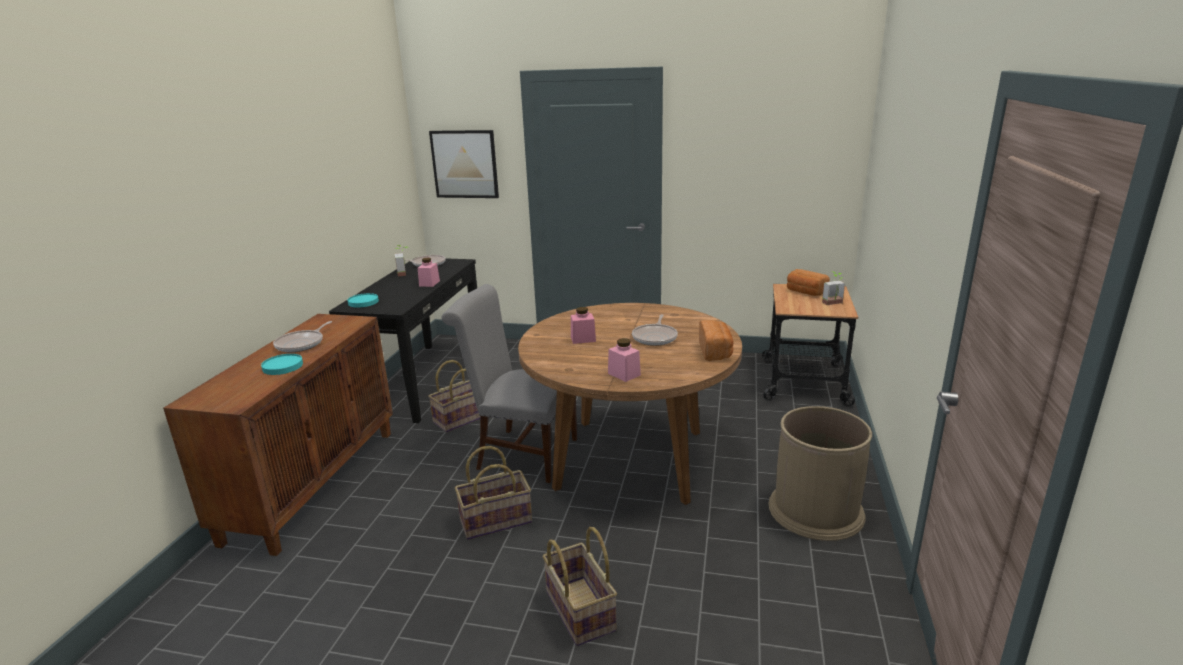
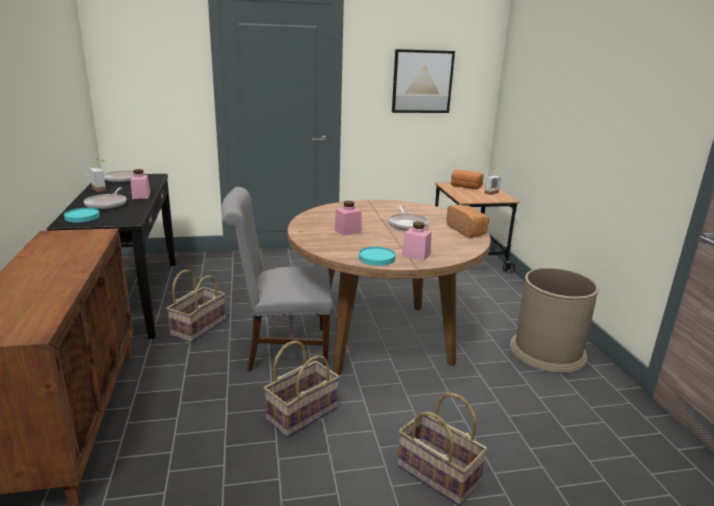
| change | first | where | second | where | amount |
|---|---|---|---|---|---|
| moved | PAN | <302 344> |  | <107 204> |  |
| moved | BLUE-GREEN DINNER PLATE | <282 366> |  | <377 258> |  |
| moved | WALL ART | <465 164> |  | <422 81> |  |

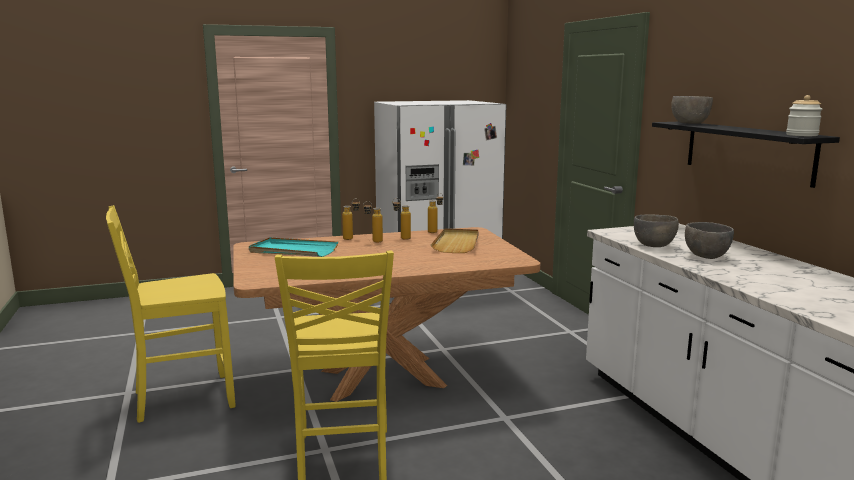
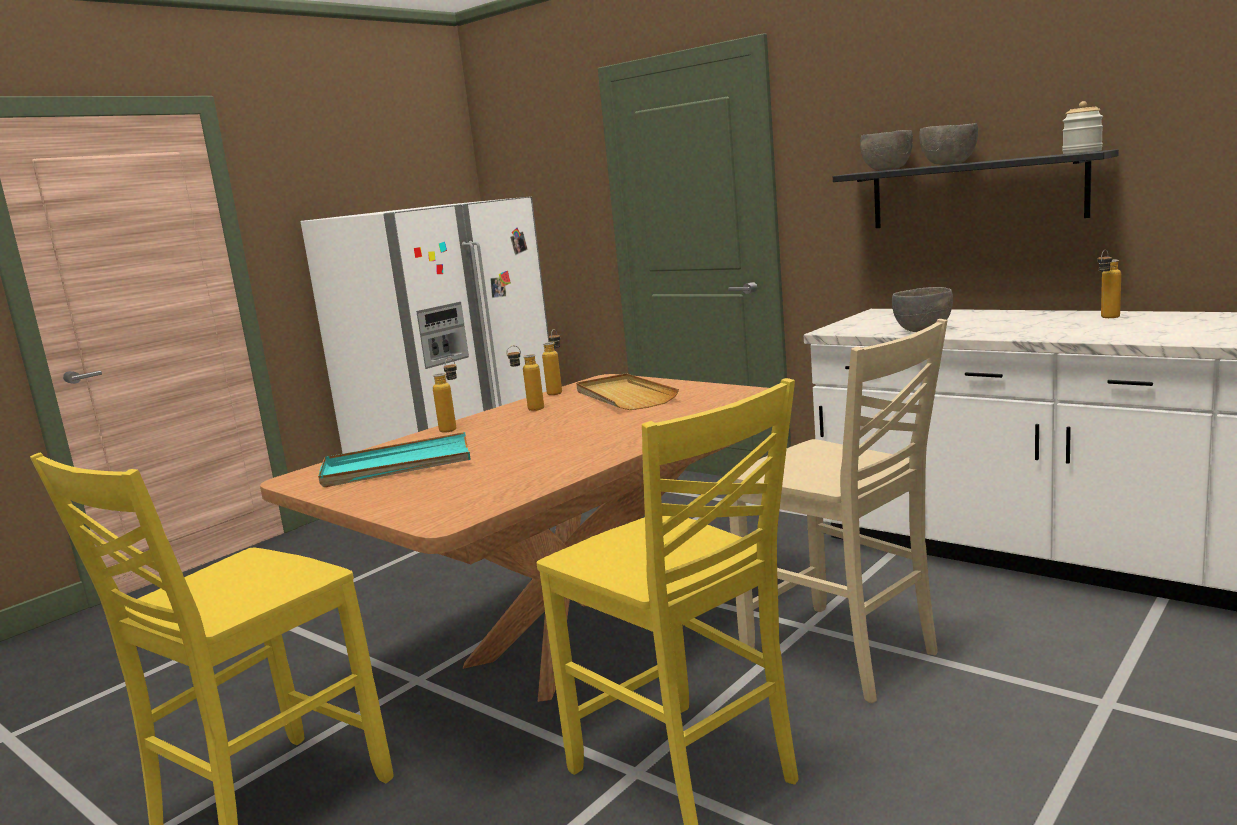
| change | first | where | second | where | amount |
|---|---|---|---|---|---|
| added |  |  | BEIGE PLAIN CHAIR | <842 654> |  |
| moved | GRAY BOWL | <706 256> |  | <948 164> |  |
| moved | BEVERAGE BOTTLE | <373 241> |  | <1107 318> |  |

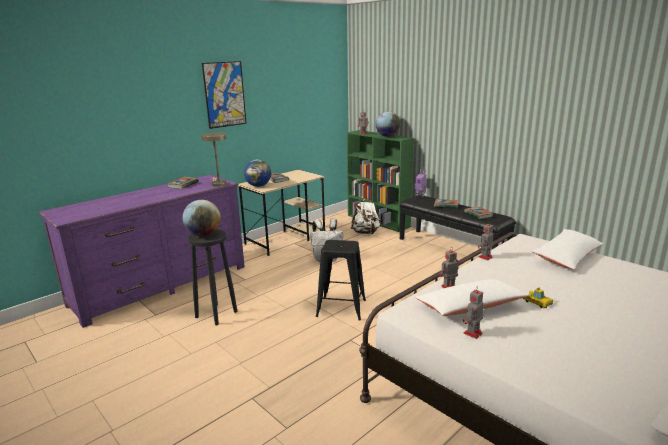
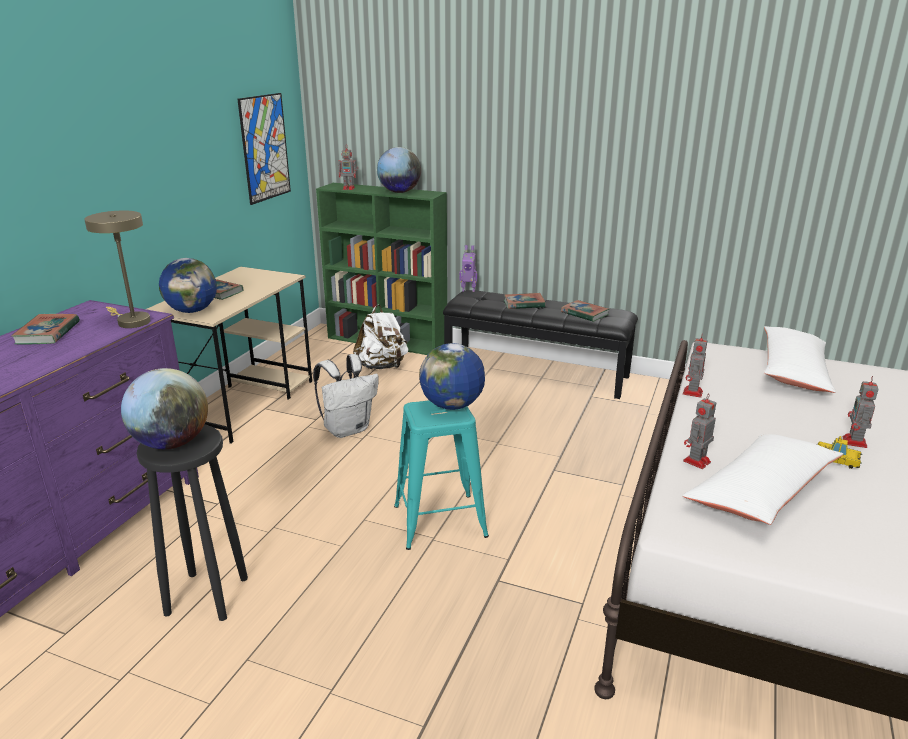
| change | first | where | second | where | amount |
|---|---|---|---|---|---|
| moved | WALL ART | <224 94> |  | <265 148> |  |
| recoloured | BLACK SITTING STOOL | <341 308> | BLUE-GREEN SITTING STOOL | <440 521> |  |
| added |  |  | GLOBE | <452 405> |  |
| moved | ROBOT FIGURE | <472 334> |  | <854 442> |  |

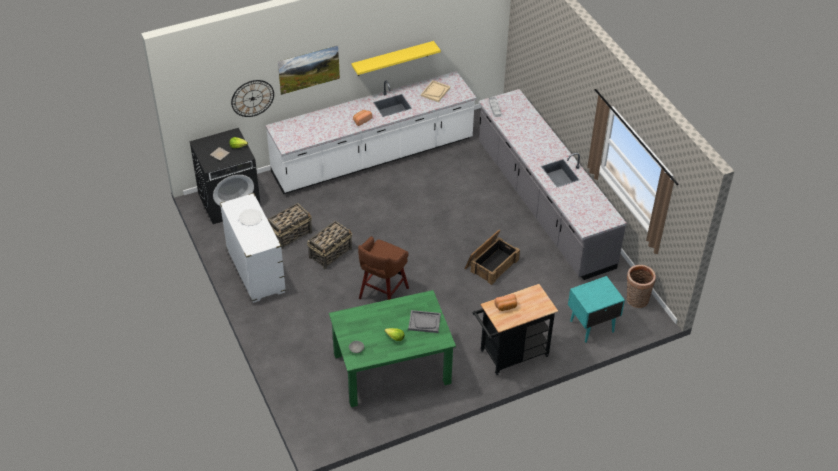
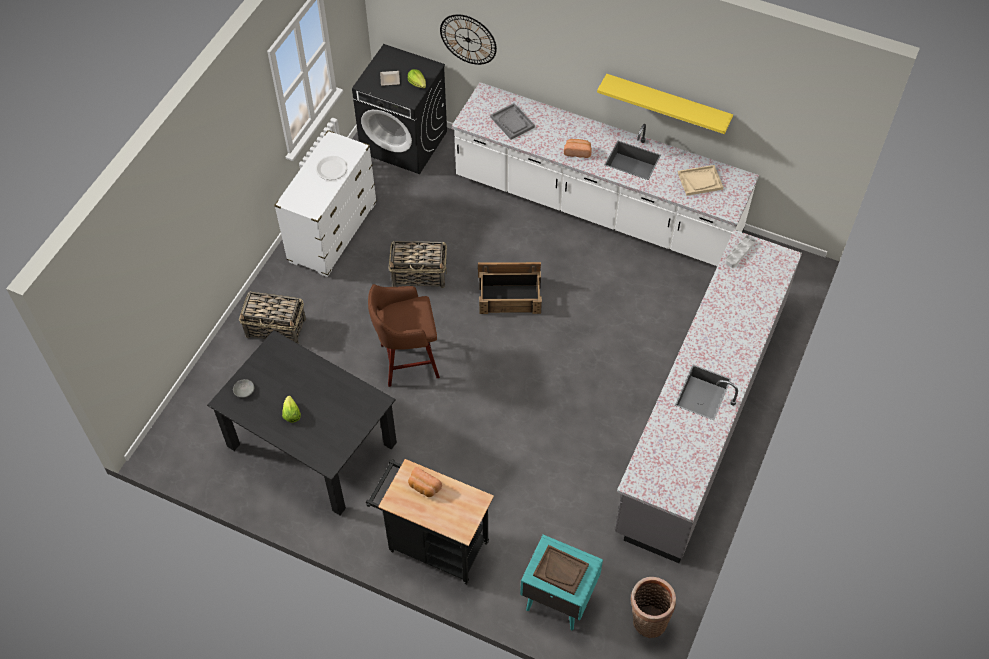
| change | first | where | second | where | amount |
|---|---|---|---|---|---|
| recoloured | GREEN-COLOURED DINING TABLE | <392 367> | BLACK DINING TABLE | <313 444> |  |
| moved | BASKET | <290 234> |  | <276 328> |  |
| moved | PACKING CRATE | <491 263> |  | <510 294> |  |
| moved | GRAY TRAY | <424 322> |  | <512 122> |  |
| added |  |  | BROWN-COLOURED TRAY | <561 570> |  |
| removed | WALL ART | <309 78> |  |  |  |

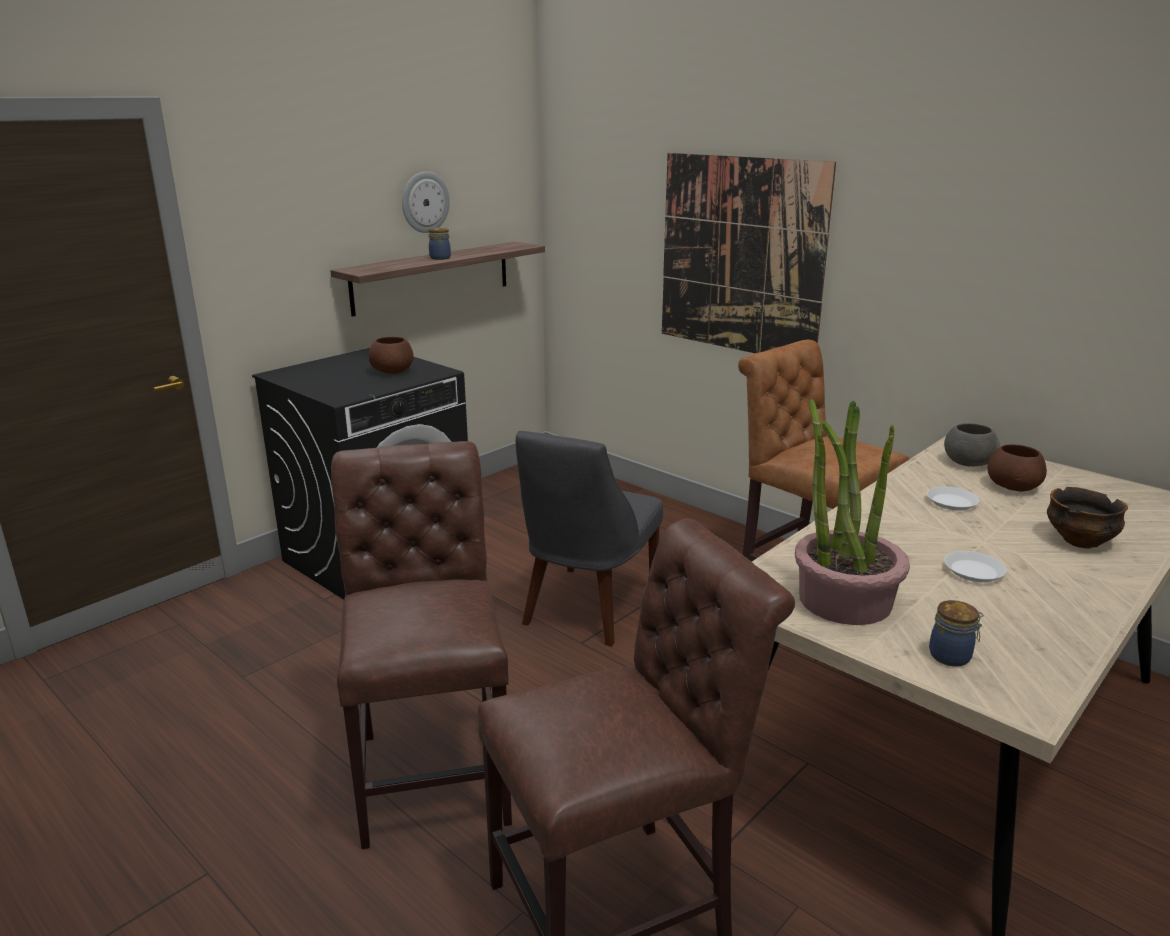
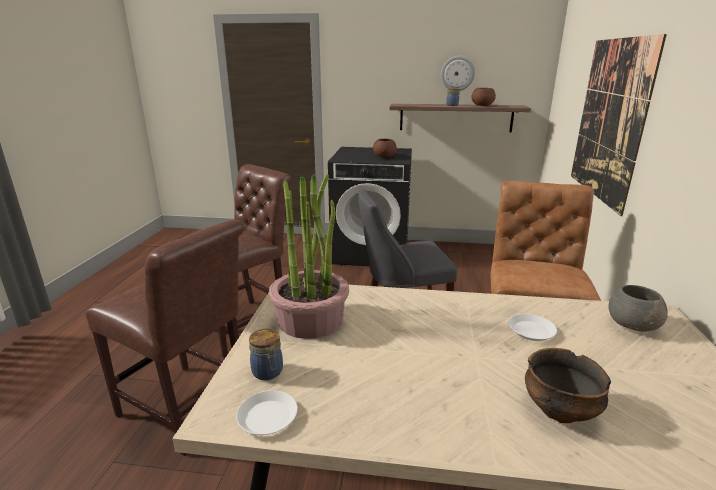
| change | first | where | second | where | amount |
|---|---|---|---|---|---|
| moved | WHITE-COLOURED DINNER PLATE | <973 571> |  | <267 417> |  |
| moved | BROWN-COLOURED BOWL | <1013 486> |  | <483 105> |  |

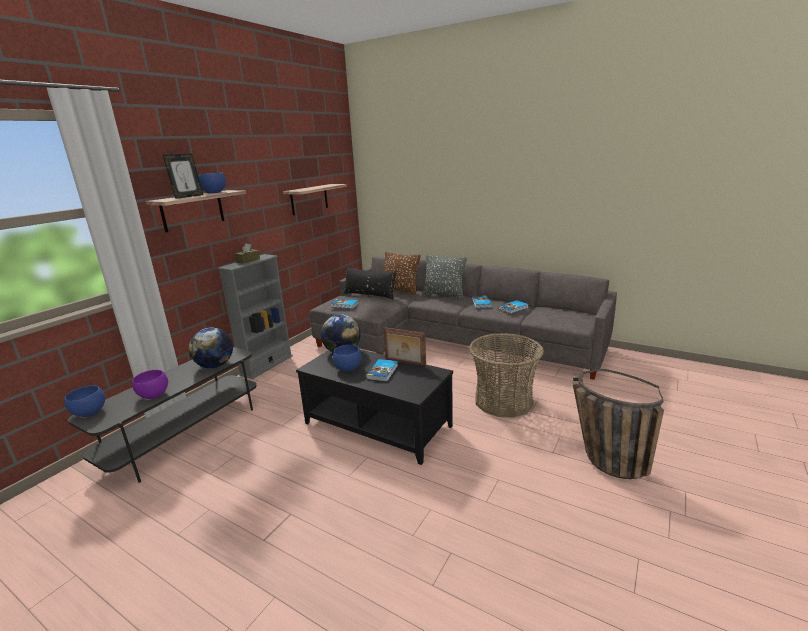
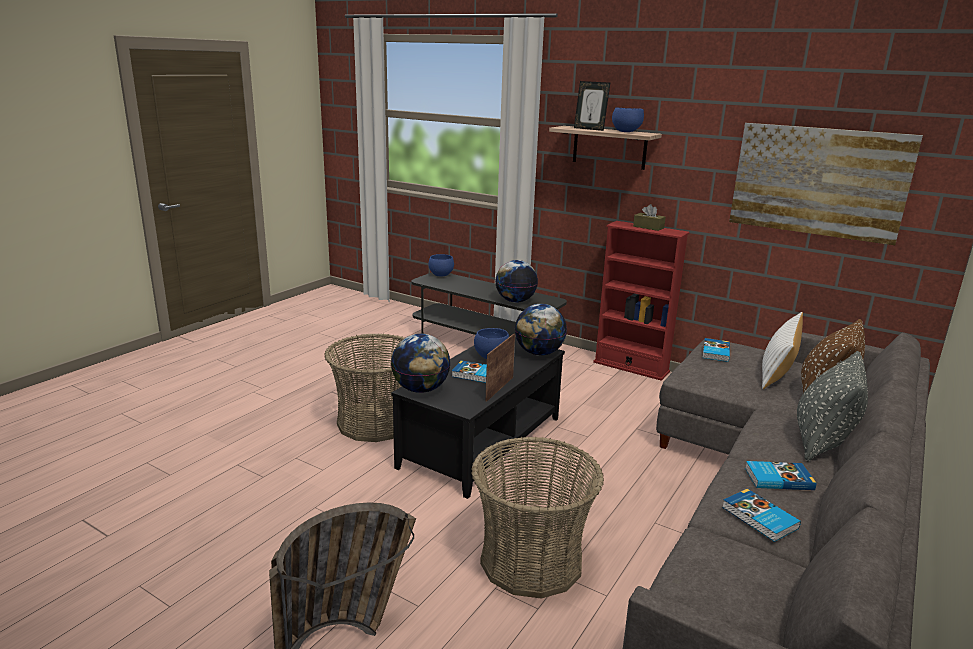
| change | first | where | second | where | amount |
|---|---|---|---|---|---|
| added |  |  | BASKET | <375 422> |  |
| added |  |  | GLOBE | <420 389> |  |
| recoloured | GRAY BOOKSHELF | <266 365> | REDDISH BOOKSHELF | <631 367> |  |
| replaced | BRACKET SHELF | <309 199> | WALL ART | <818 181> |  |
| recoloured | BLACK THROW PILLOW | <370 295> | WHITE-COLOURED THROW PILLOW | <777 370> |  |
| removed | PURPLE BOWL | <154 396> |  |  |  |

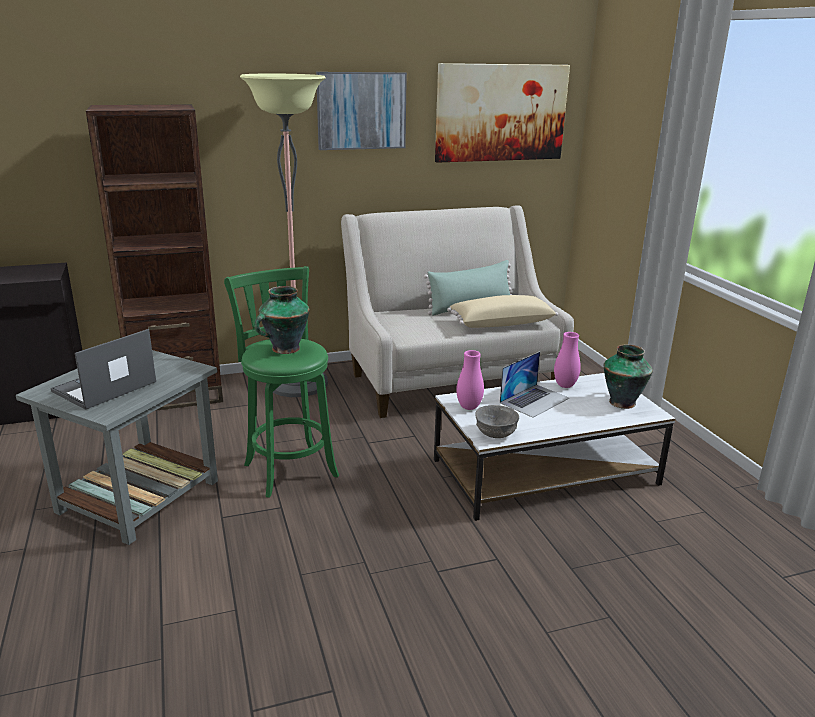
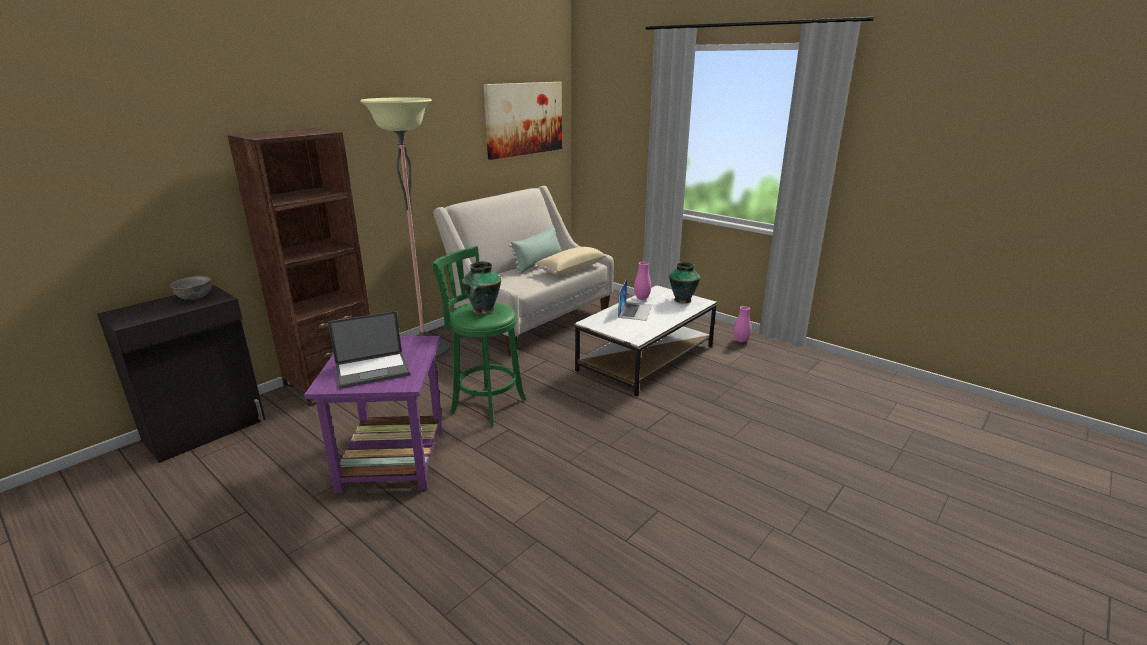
| change | first | where | second | where | amount |
|---|---|---|---|---|---|
| moved | GRAY BOWL | <496 433> |  | <195 297> |  |
| recoloured | GRAY SIDE TABLE | <137 497> | PURPLE SIDE TABLE | <392 459> |  |
| turned | PORTABLE COMPUTER | <104 387> |  | <373 369> | 120 degrees counterclockwise |
| moved | PINK FLOWER VASE | <469 407> |  | <740 340> |  |
| removed | WALL ART | <361 111> |  |  |  |

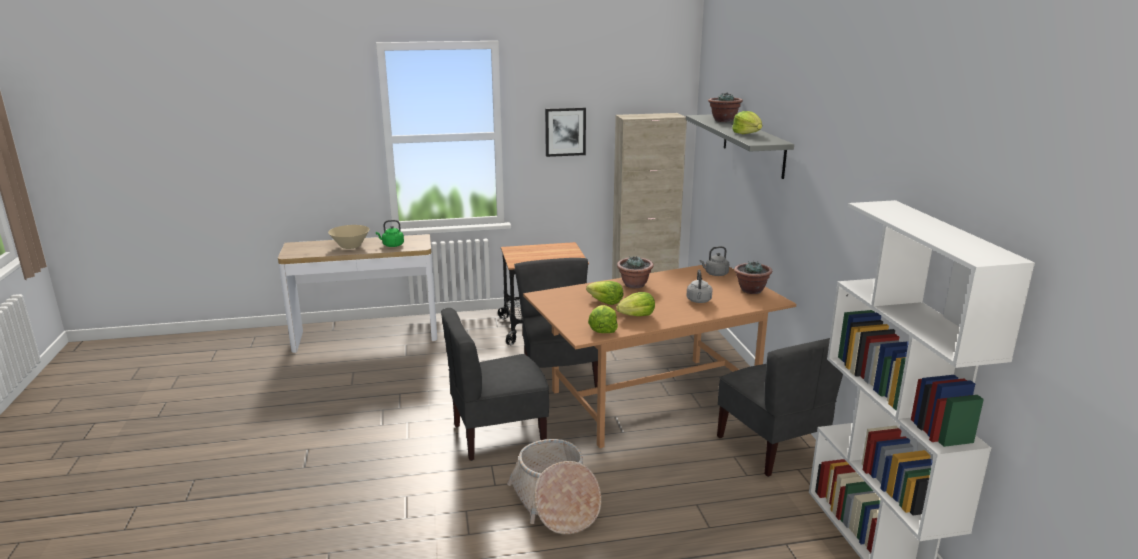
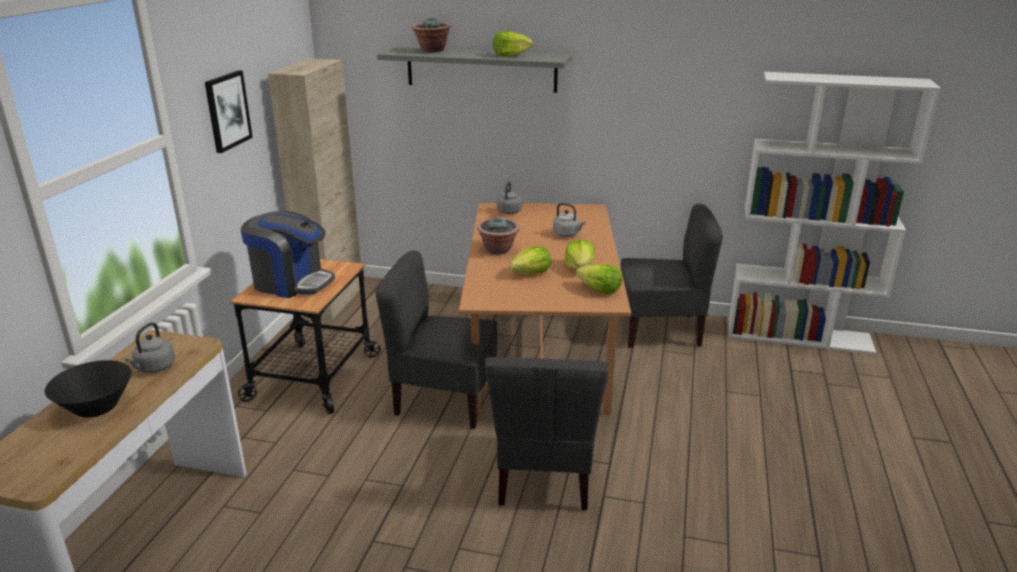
| change | first | where | second | where | amount |
|---|---|---|---|---|---|
| recoloured | BEIGE BOWL | <350 246> | BLACK BOWL | <96 408> |  |
| recoloured | GREEN-COLOURED TEA KETTLE | <392 245> | GRAY TEA KETTLE | <154 368> |  |
| added |  |  | COFFEE MAKER | <291 282> |  |
| removed | BASKET | <555 503> |  |  |  |
| removed | PLANT IN A POT | <751 290> |  |  |  |

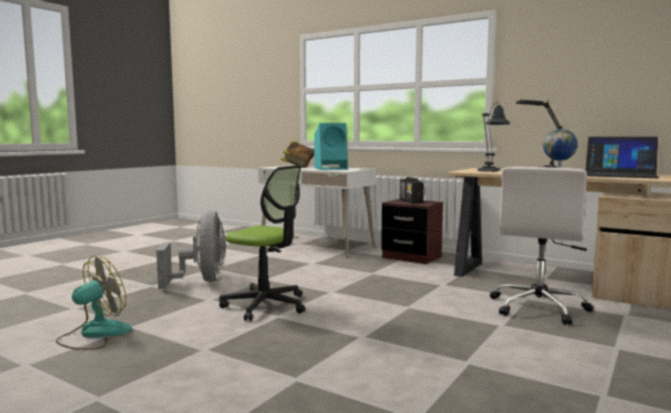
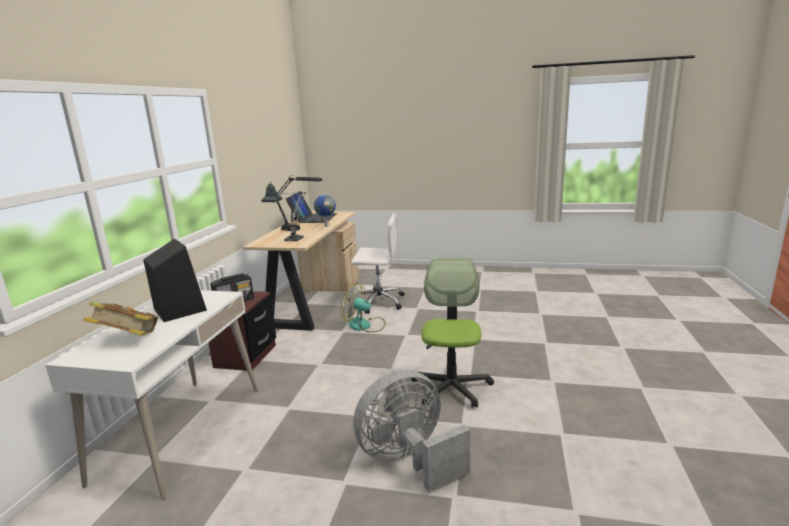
| change | first | where | second | where | amount |
|---|---|---|---|---|---|
| recoloured | BLUE-GREEN LOUDSPEAKER | <331 168> | BLACK LOUDSPEAKER | <179 310> |  |
| moved | COOLING FAN | <94 334> |  | <365 326> |  |

